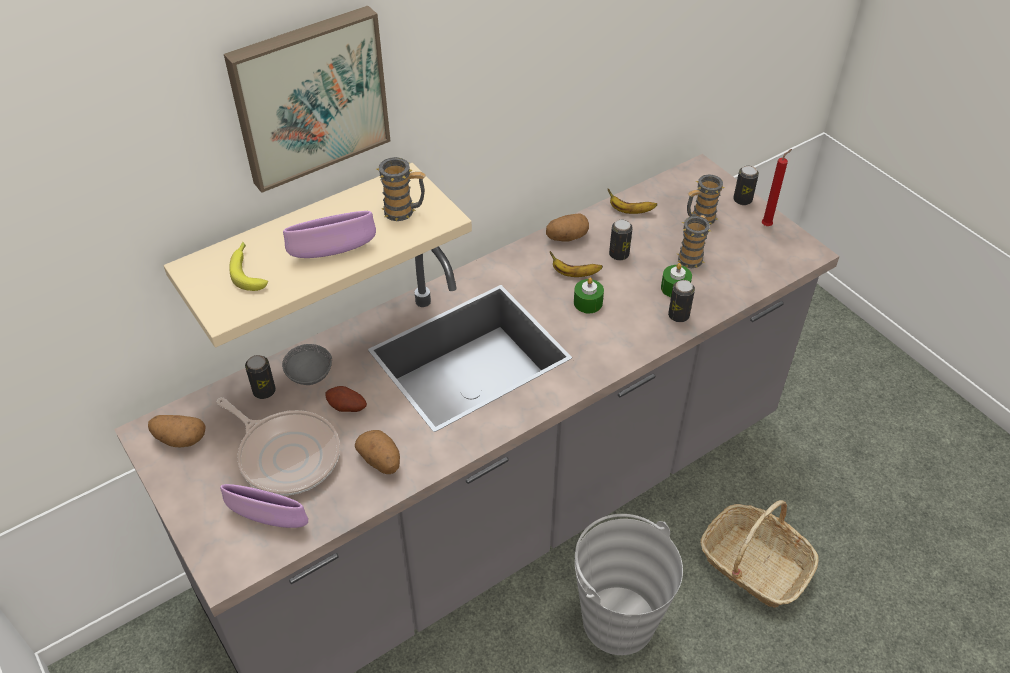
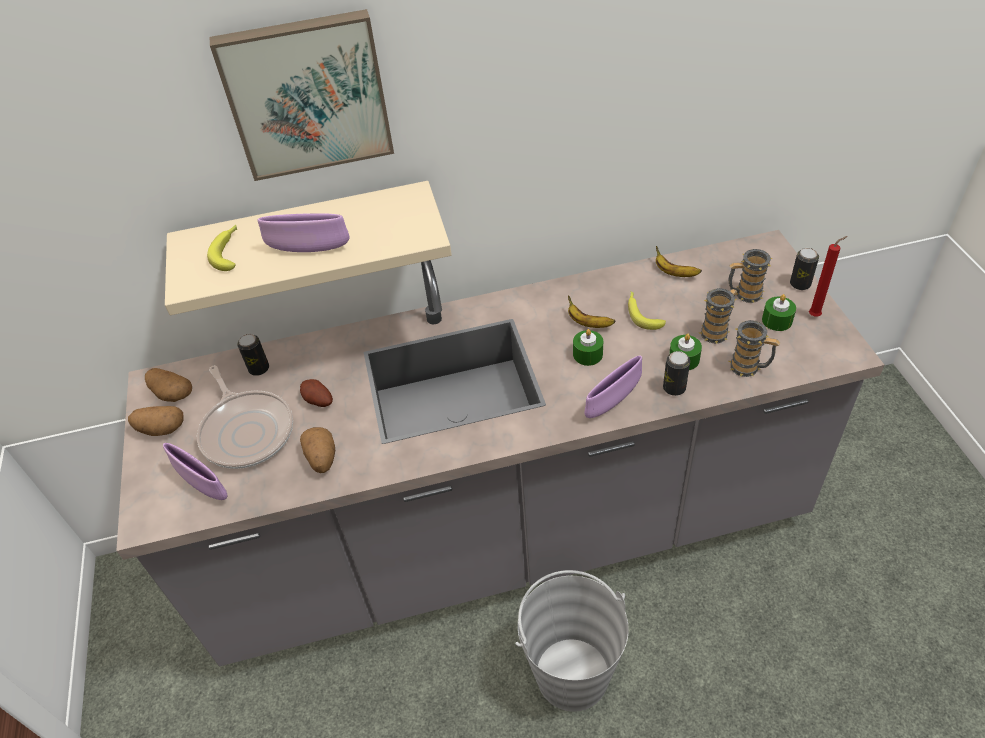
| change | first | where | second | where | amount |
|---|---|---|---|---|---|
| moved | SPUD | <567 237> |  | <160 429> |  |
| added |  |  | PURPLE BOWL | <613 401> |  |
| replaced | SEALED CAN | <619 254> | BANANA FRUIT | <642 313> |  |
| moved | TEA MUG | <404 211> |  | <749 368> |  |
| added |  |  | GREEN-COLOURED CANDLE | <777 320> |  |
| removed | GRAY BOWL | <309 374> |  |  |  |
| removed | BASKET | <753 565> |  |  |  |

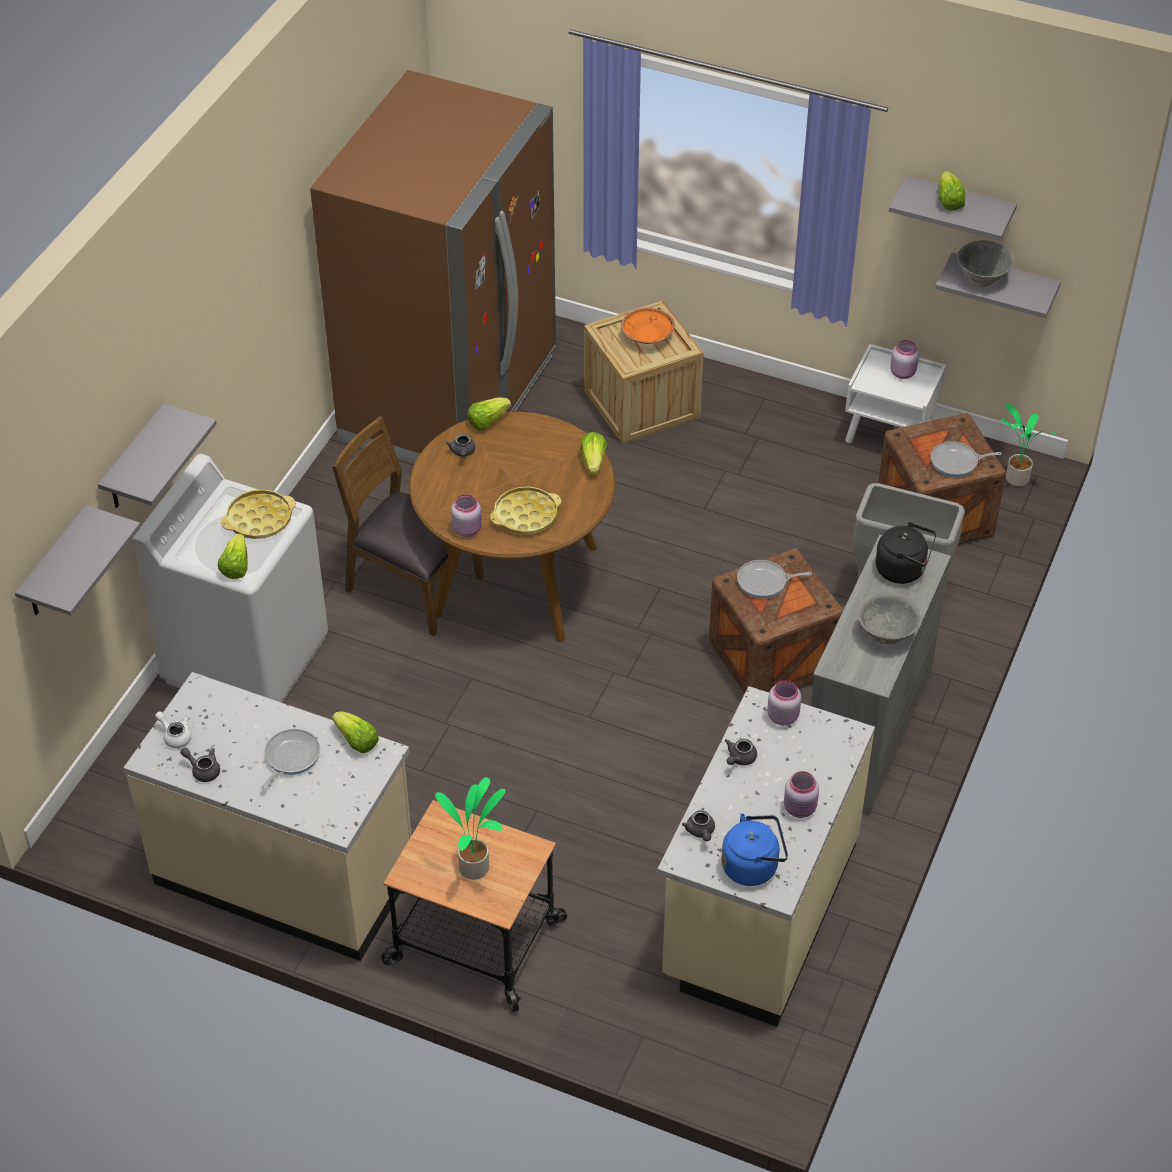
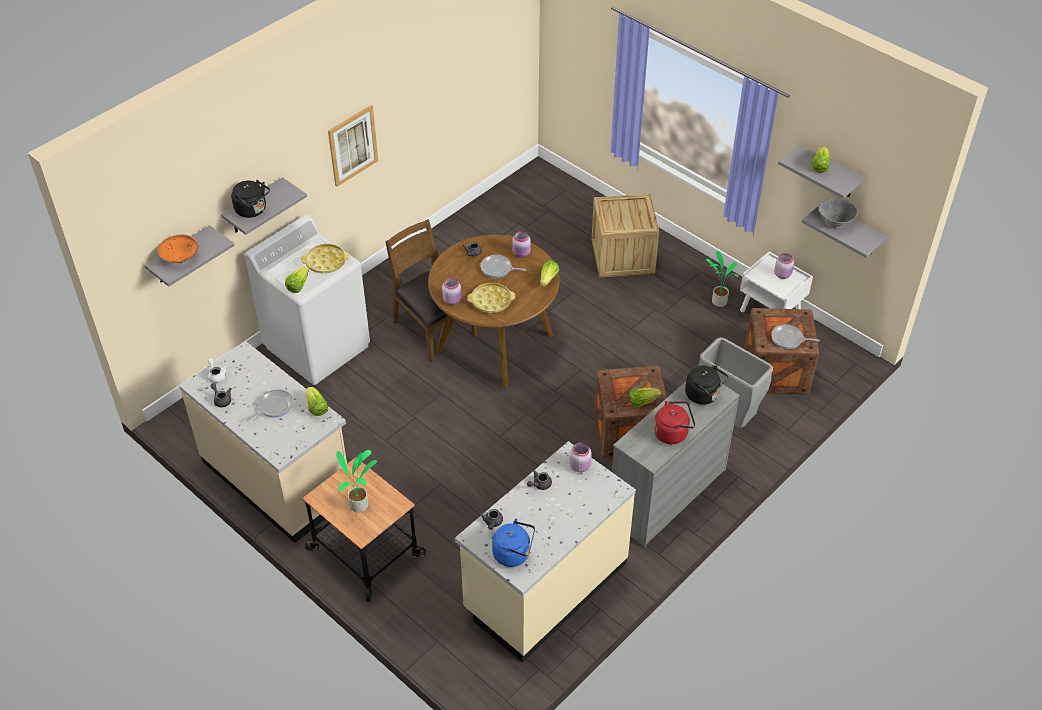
| change | first | where | second | where | amount |
|---|---|---|---|---|---|
| moved | ORANGE-COLOURED BOWL | <648 337> |  | <180 257> |  |
| added |  |  | BLACK TEA KETTLE | <253 210> |  |
| added |  |  | WALL ART | <353 145> |  |
| moved | PAN | <765 582> |  | <498 268> |  |
| moved | PINK PRESERVE JAR | <800 808> |  | <521 253> |  |
| moved | HEAD OF LETTUCE | <487 421> |  | <642 402> |  |
| replaced | GRAY BOWL | <887 634> | REDDISH TEA KETTLE | <672 433> |  |
| moved | PLANT IN A POT | <1015 478> |  | <718 301> |  |
| removed | BROWN-COLOURED FRIDGE | <450 398> |  |  |  |

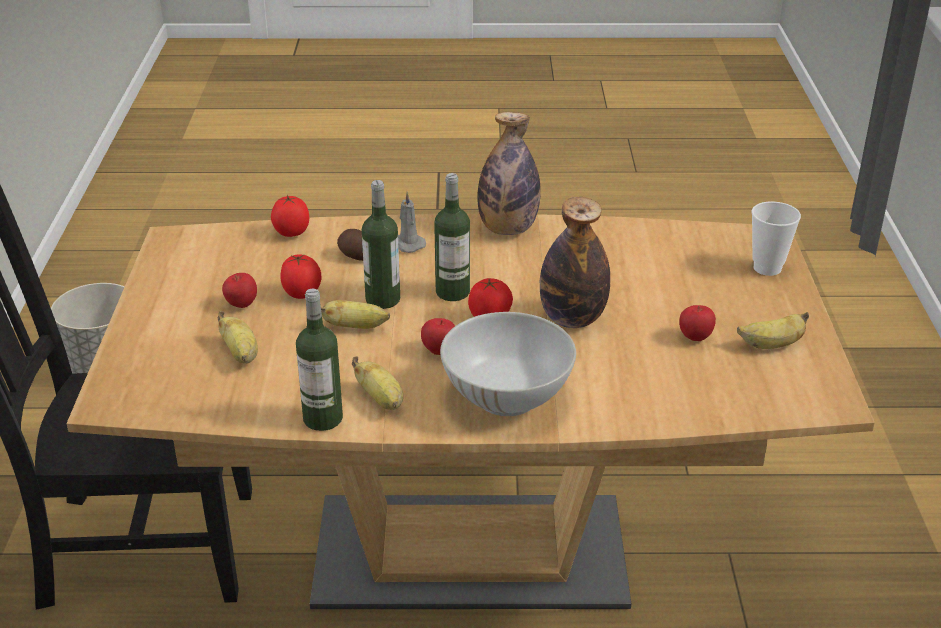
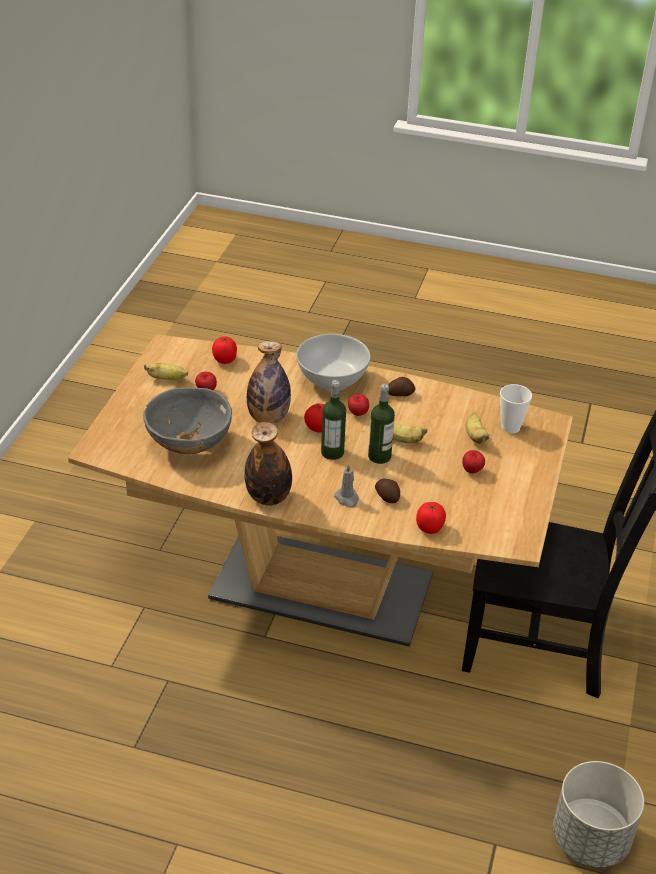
| change | first | where | second | where | amount |
|---|---|---|---|---|---|
| added |  |  | GRAY BOWL | <189 445> |  |
| moved | FRESH TOMATO | <302 295> |  | <225 360> |  |
| replaced | BANANA FRUIT | <381 400> | SPUD | <400 393> |  |
| moved | CUP | <767 268> |  | <510 427> |  |
| removed | BEVERAGE BOTTLE | <323 418> |  |  |  |

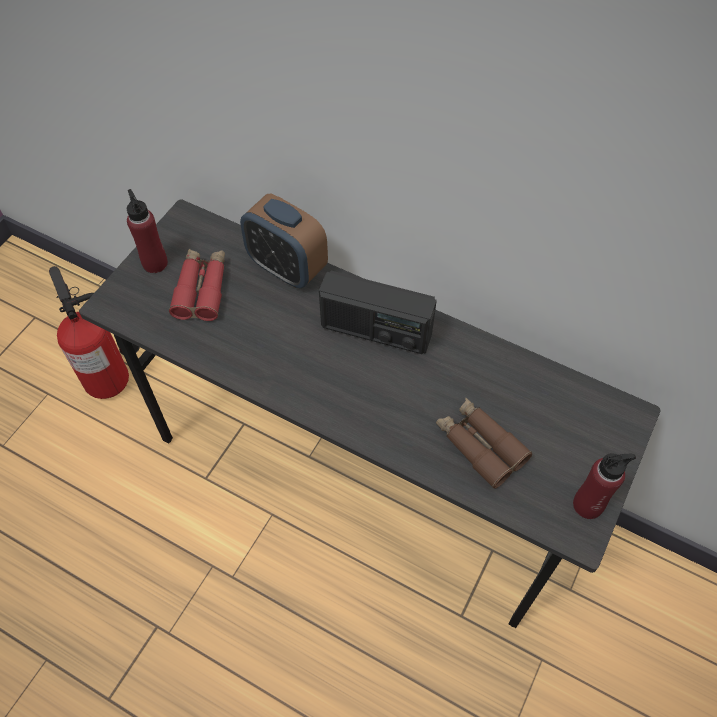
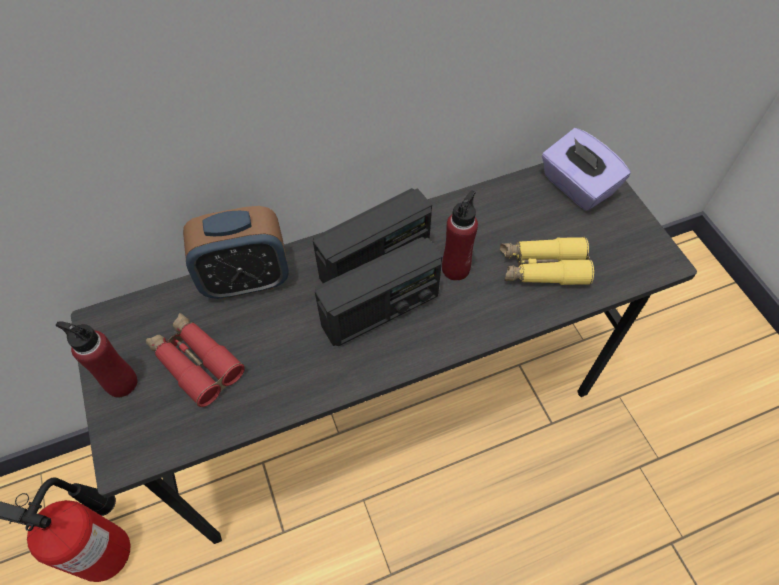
| change | first | where | second | where | amount |
|---|---|---|---|---|---|
| added |  |  | RADIO | <381 310> |  |
| moved | REDDISH BEVERAGE BOTTLE | <588 505> |  | <456 268> |  |
| recoloured | BROWN-COLOURED PAIR OF BINOCULARS | <480 445> | YELLOW-COLOURED PAIR OF BINOCULARS | <542 268> |  |
| added |  |  | PURPLE TISSUE BOX | <576 186> |  |

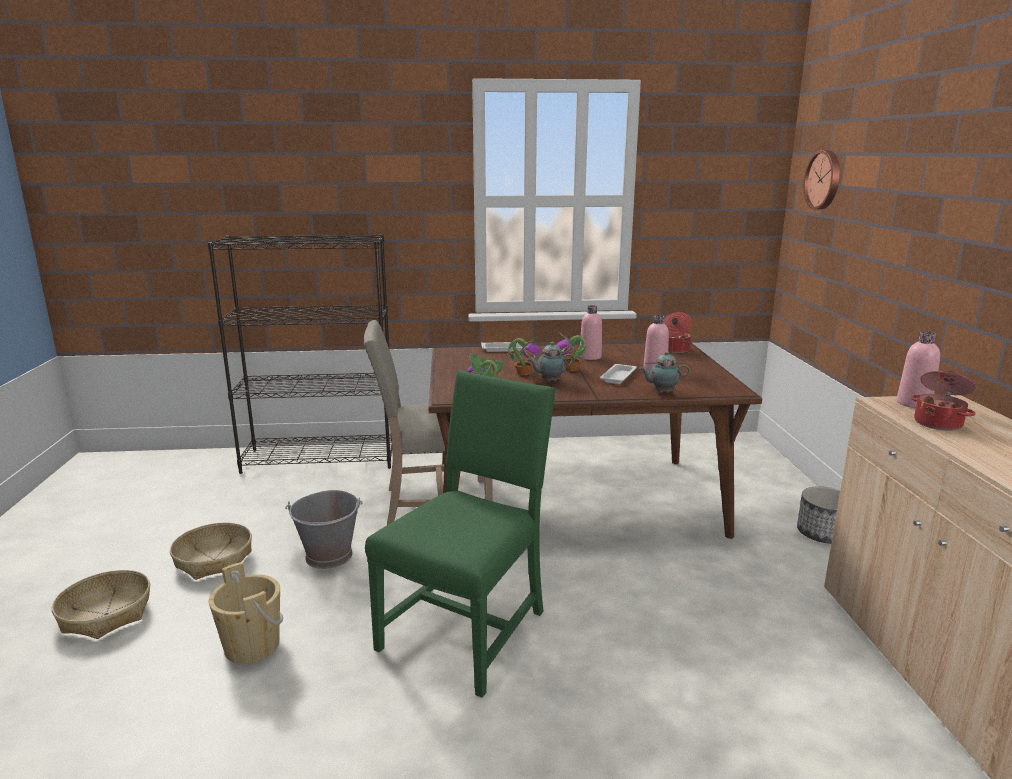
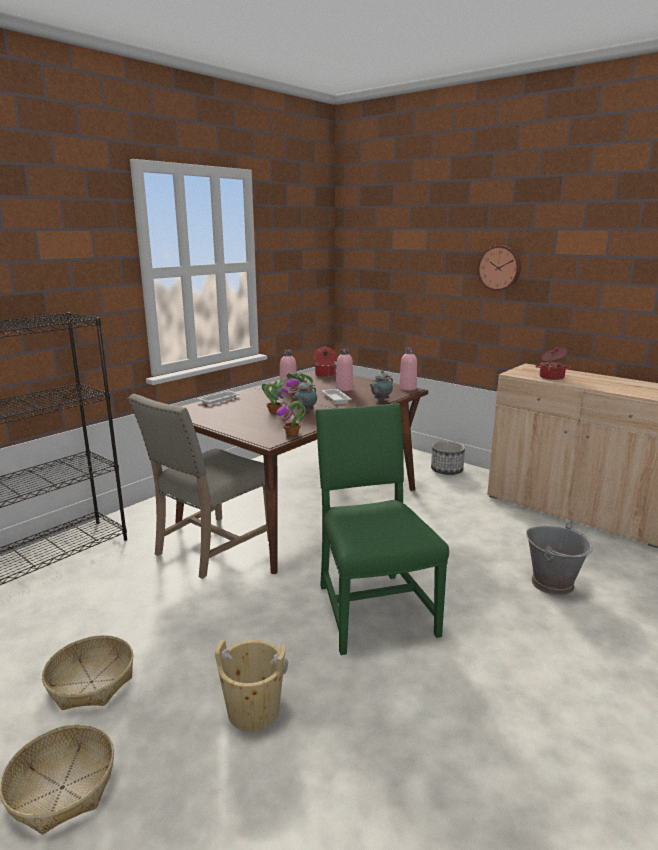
| change | first | where | second | where | amount |
|---|---|---|---|---|---|
| moved | PINK BEVERAGE BOTTLE | <913 404> |  | <407 388> |  |
| moved | HANGING CLOCK | <824 180> |  | <499 268> |  |
| moved | GRAY WATER BUCKET | <329 556> |  | <553 583> |  |

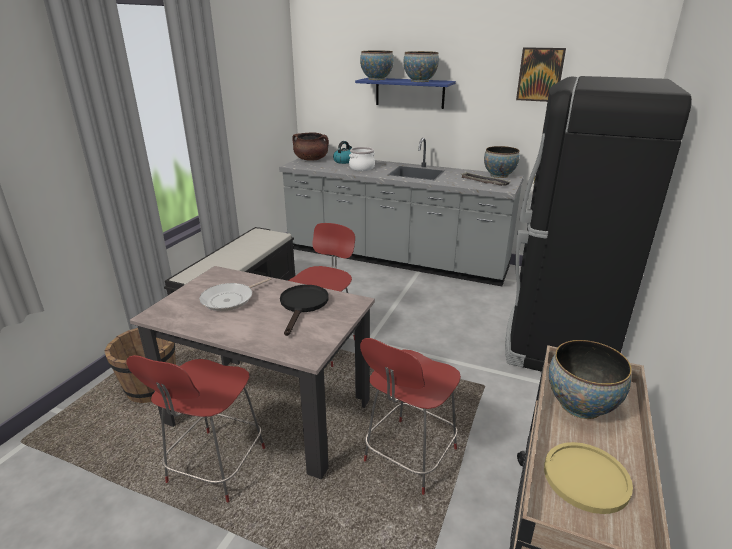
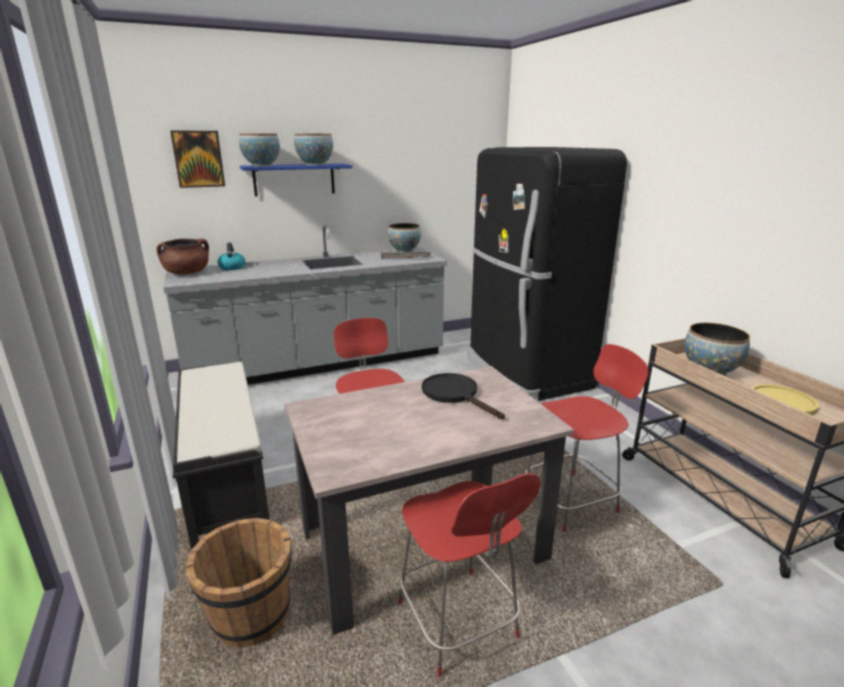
| change | first | where | second | where | amount |
|---|---|---|---|---|---|
| moved | WALL ART | <540 74> |  | <198 159> |  |
| turned | REDDISH PLAIN CHAIR | <408 457> |  | <572 501> | 105 degrees counterclockwise |
| removed | PAN | <230 299> |  |  |  |
| removed | COOKING POT | <362 168> |  |  |  |

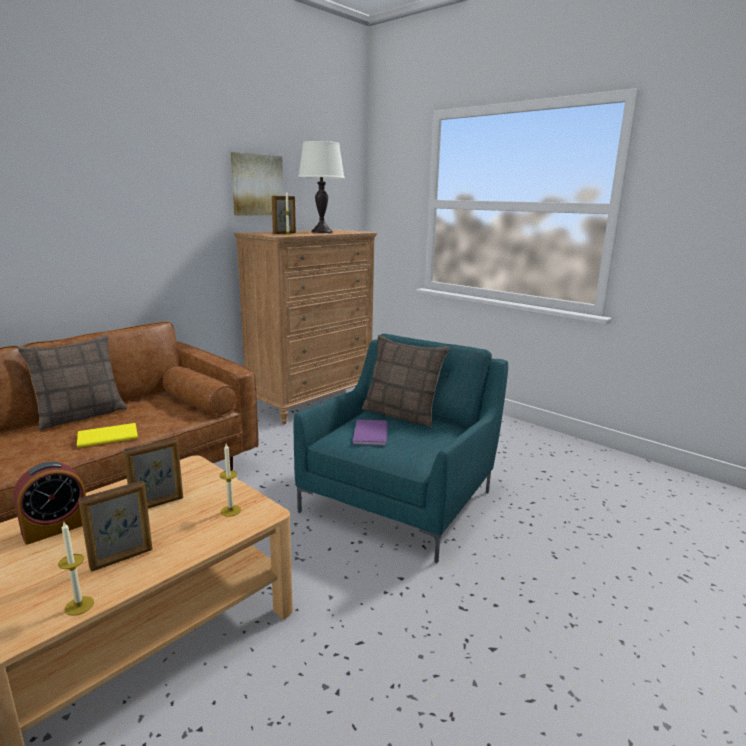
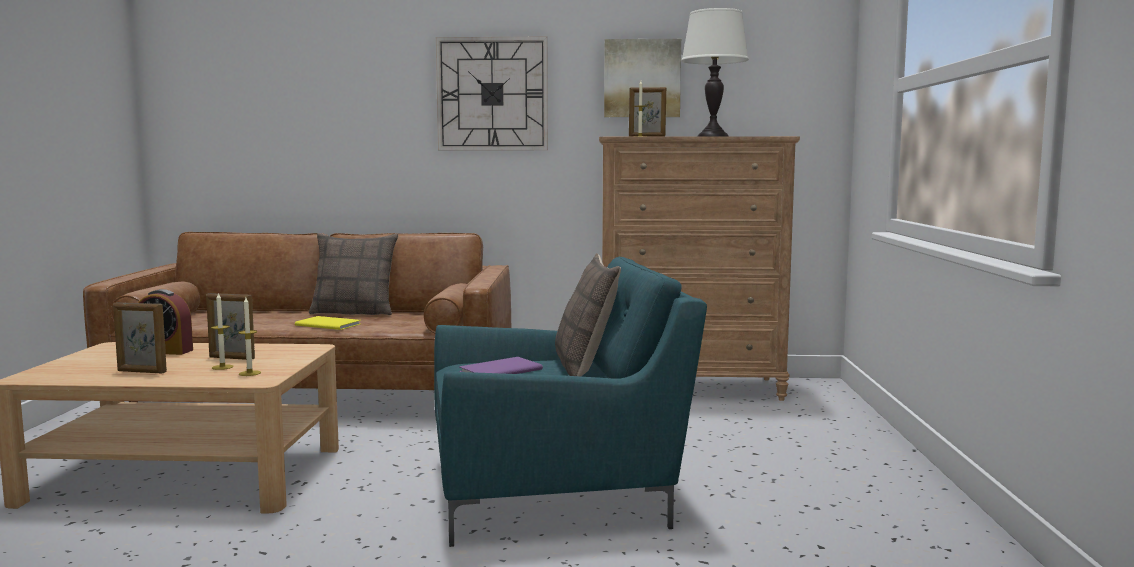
| change | first | where | second | where | amount |
|---|---|---|---|---|---|
| moved | CANDLE | <79 606> |  | <222 367> |  |
| added |  |  | HANGING CLOCK | <492 94> |  |

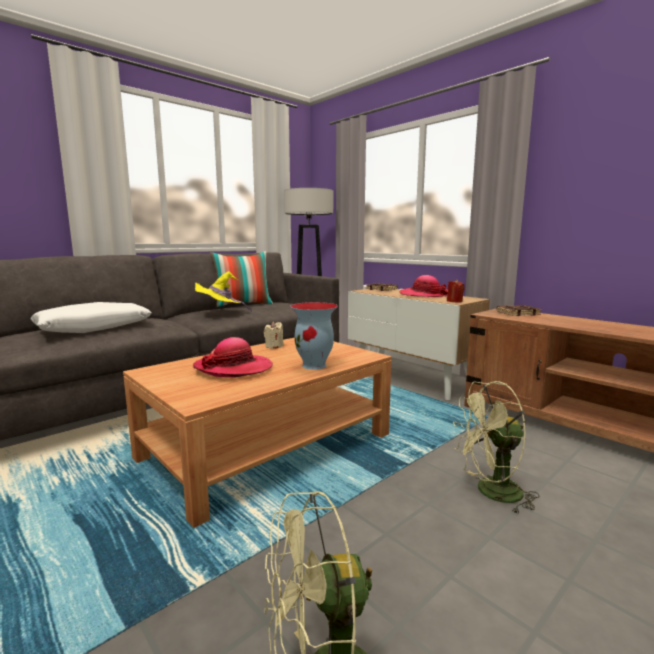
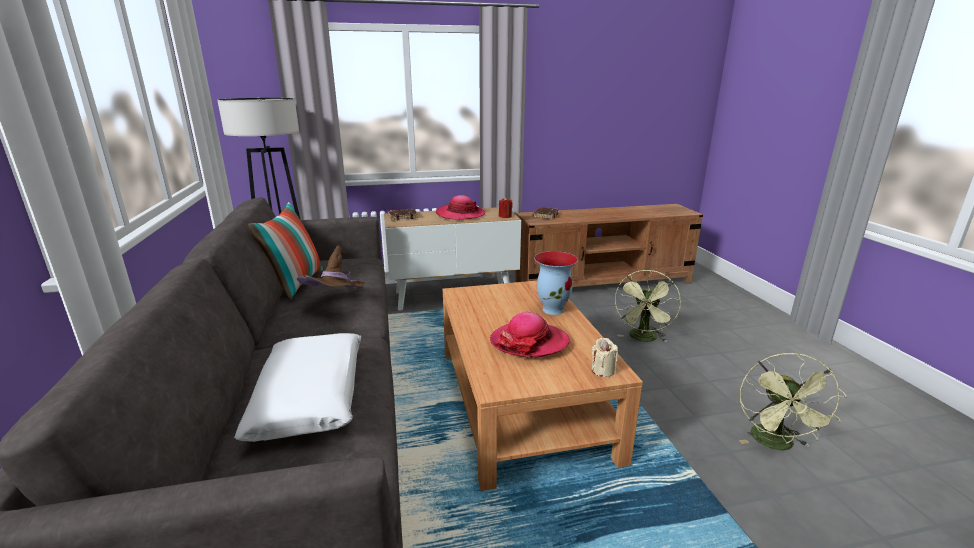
| change | first | where | second | where | amount |
|---|---|---|---|---|---|
| recoloured | YELLOW-COLOURED WEARABLE HAT | <221 313> | BROWN-COLOURED WEARABLE HAT | <338 304> |  |
| moved | BEIGE CANDLE | <274 346> |  | <603 370> |  |

